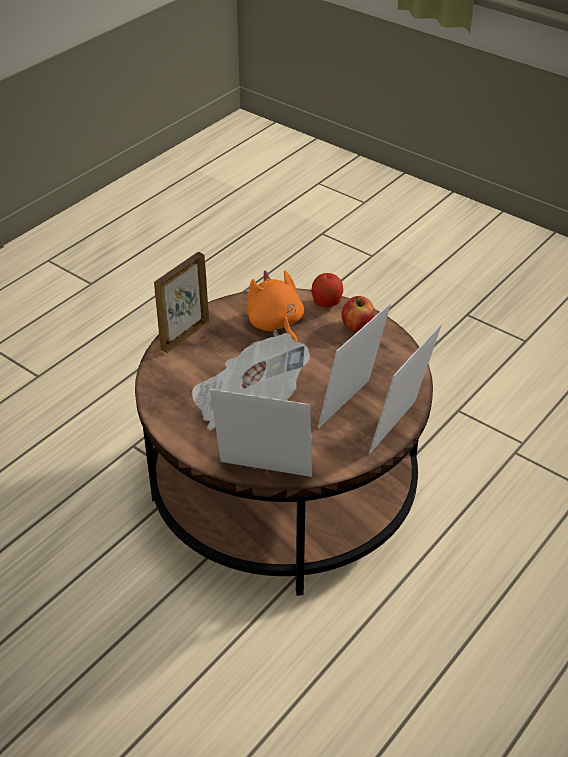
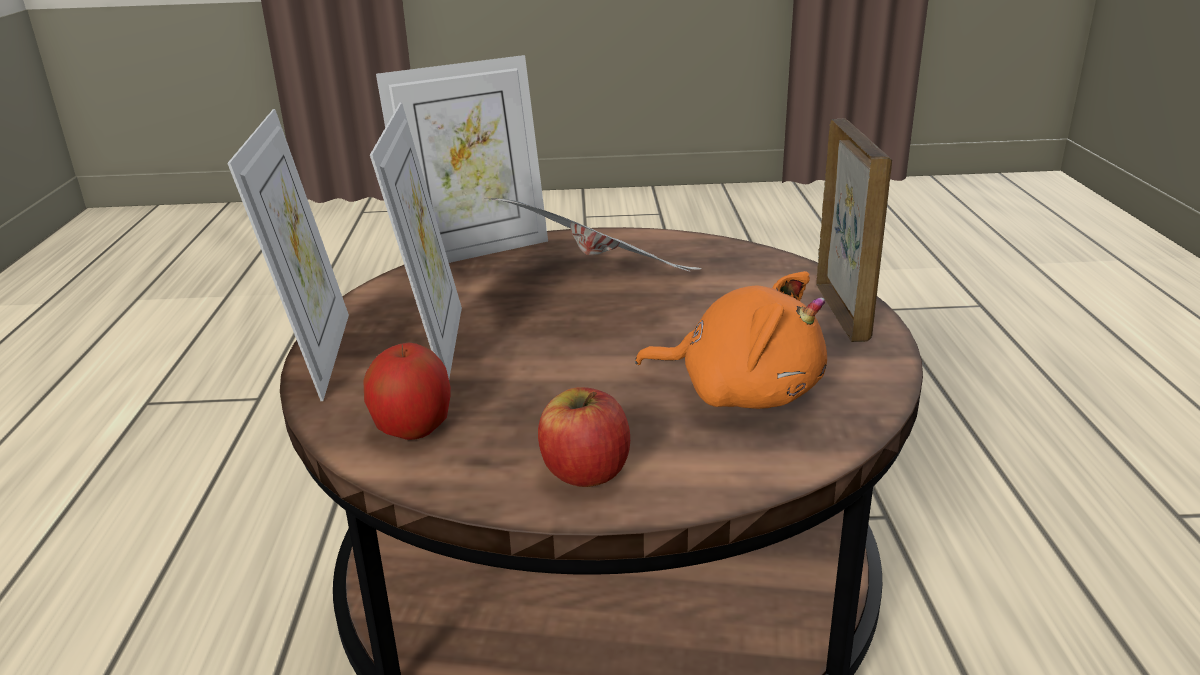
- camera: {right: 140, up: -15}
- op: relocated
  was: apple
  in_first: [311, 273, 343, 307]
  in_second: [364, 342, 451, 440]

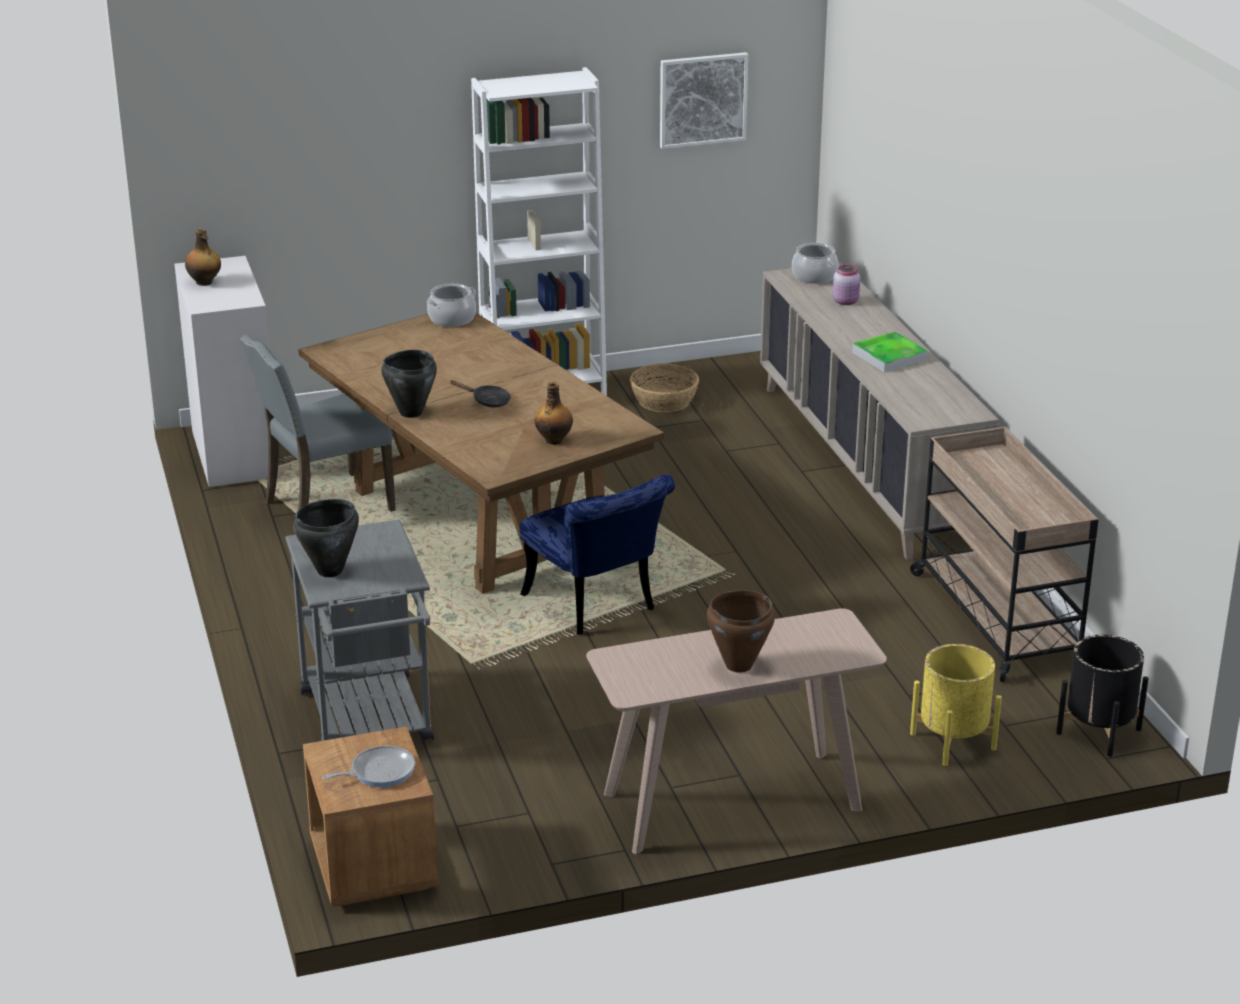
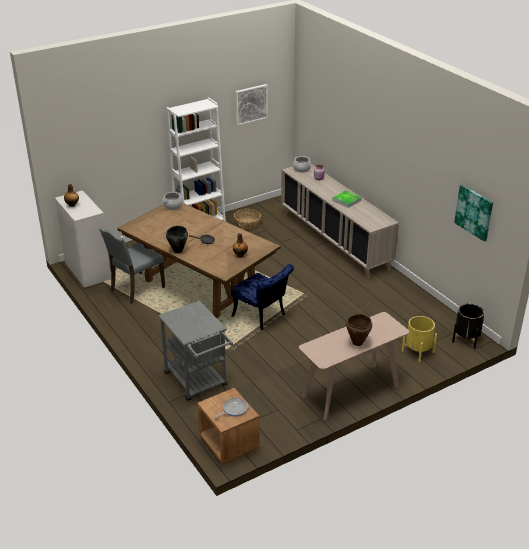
- camera: {right: -15, up: 5}
- op: missing
  was: black_cooking_pot
  in_first: [293, 499, 359, 577]
- op: missing
  was: beige_cart
  in_first: [910, 427, 1099, 682]
- op: appeared
  now: picture
  in_second: [454, 185, 493, 242]

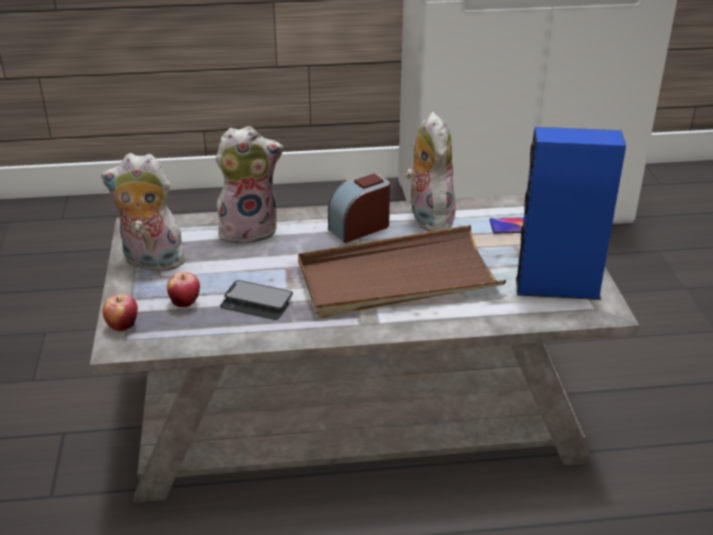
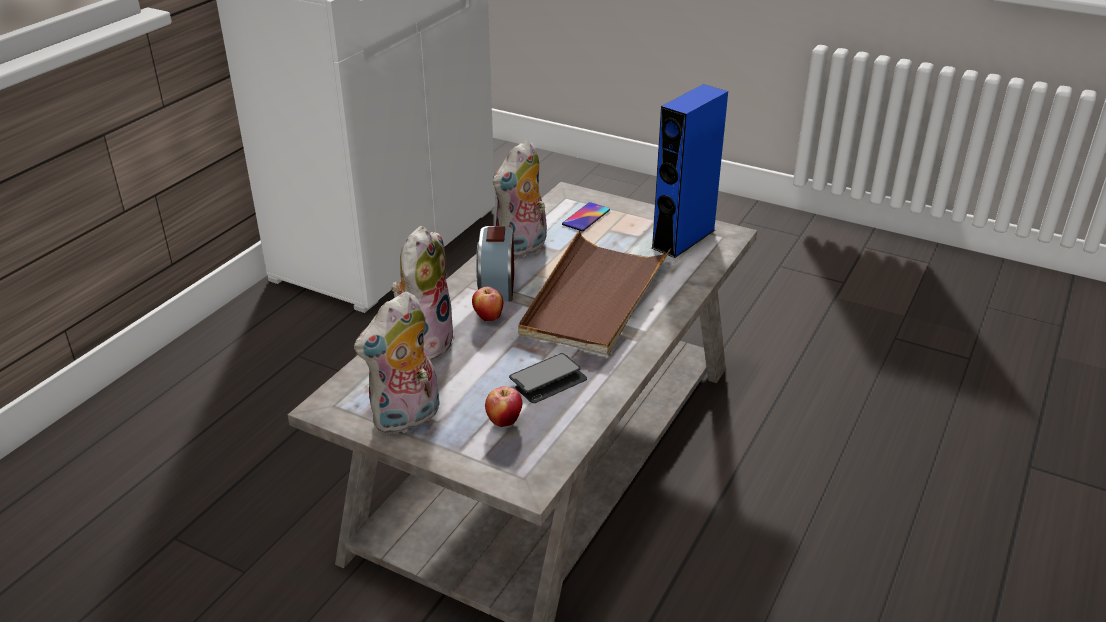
- camera: {right: -55, up: 0}
- op: relocated
  was: apple
  in_first: [103, 294, 138, 331]
  in_second: [472, 287, 503, 322]
- op: spun
  was: plush_toy
  in_first: [405, 112, 456, 231]
  in_second: [493, 140, 547, 258]
  clockwise: -75

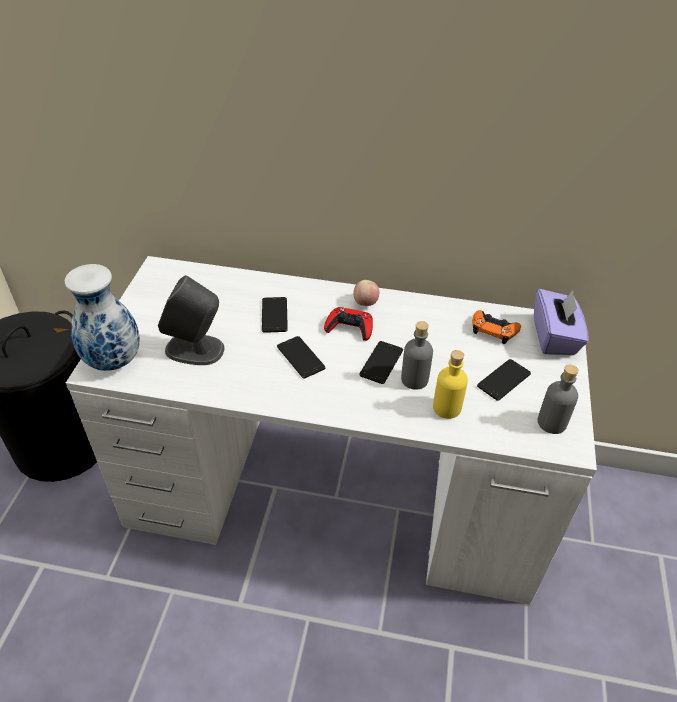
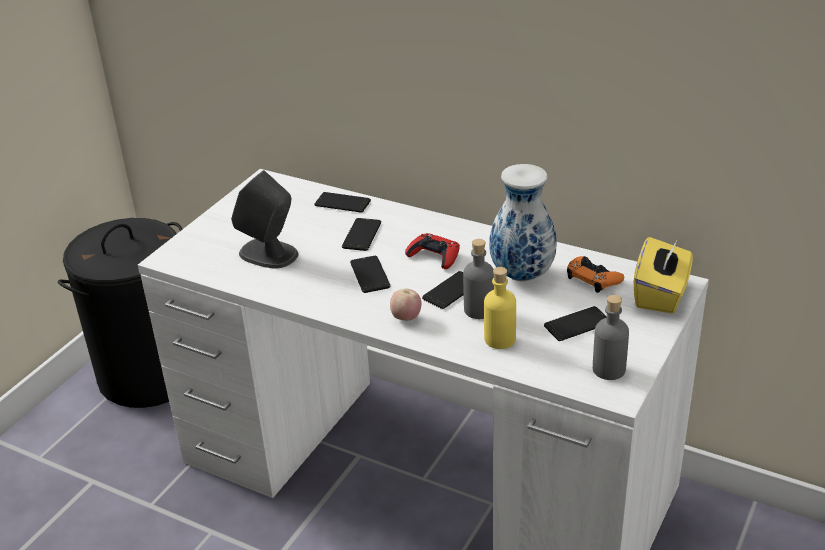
- camera: {right: 20, up: -10}
- op: appeared
  now: phone
  in_second: [314, 192, 371, 213]
- op: relocated
  was: vase
  in_first: [64, 264, 140, 371]
  in_second: [489, 164, 557, 281]
- op: relocated
  was: apple
  in_first: [354, 280, 379, 306]
  in_second: [390, 289, 421, 321]
- op: colour
  was: purple_tissue_box
  now: yellow_tissue_box
  in_first: [534, 289, 589, 355]
  in_second: [634, 237, 693, 314]

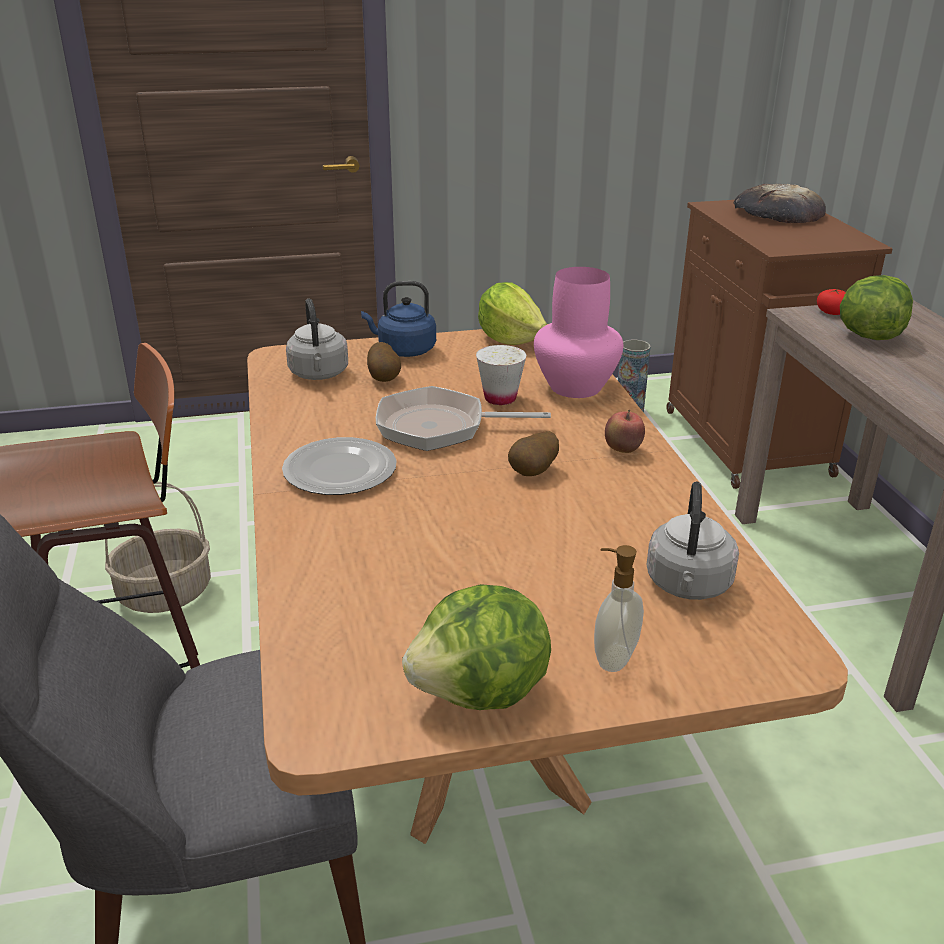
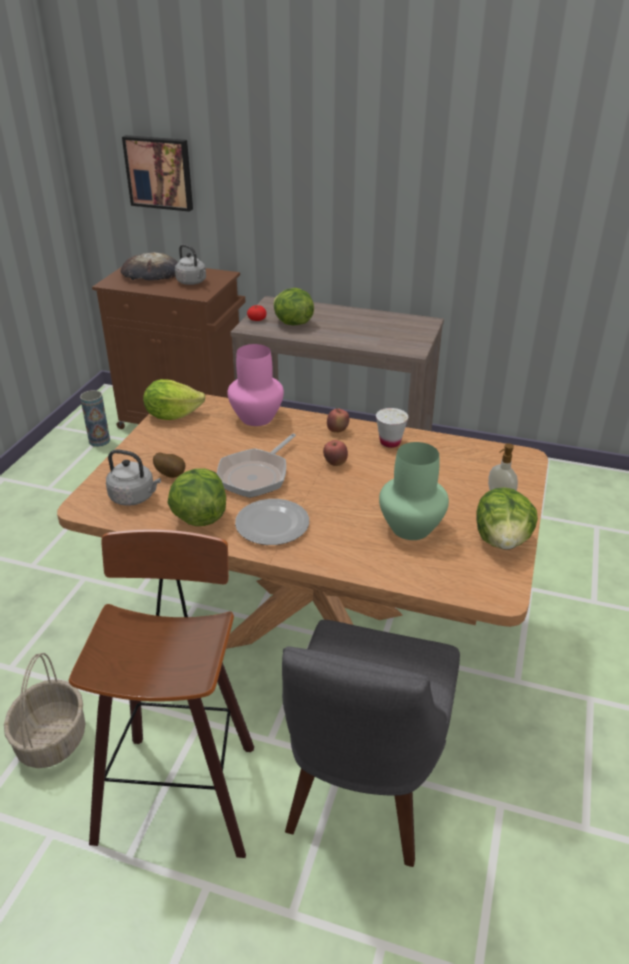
- camera: {right: -60, up: 5}
- op: missing
  was: blue_kettle
  in_first: [361, 281, 436, 357]
- op: appeared
  now: picture
  in_second: [122, 135, 193, 212]
- op: appeared
  now: lettuce
  in_second: [167, 468, 226, 526]
- op: appeared
  now: green_vase
  in_second: [379, 442, 449, 540]
- op: relocated
  was: white_cup
  in_first: [476, 345, 526, 405]
  in_second: [376, 408, 408, 448]
- op: relocated
  was: grey_kettle
  in_first: [647, 482, 739, 600]
  in_second: [175, 244, 206, 285]
- op: exchanged
  was: potato
  now: apple
  in_first: [508, 431, 559, 476]
  in_second: [323, 440, 348, 466]

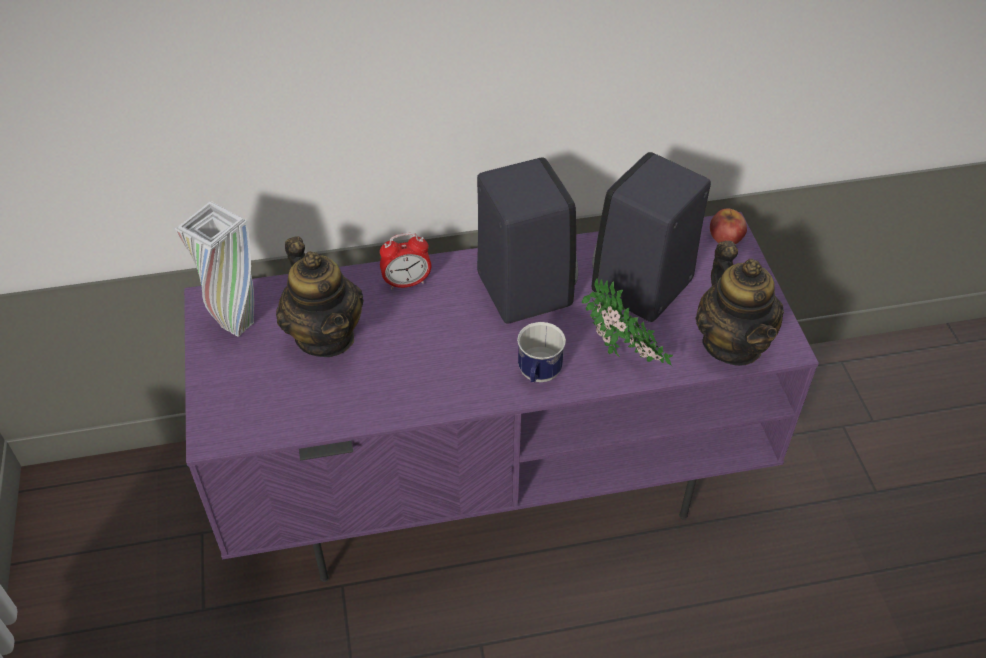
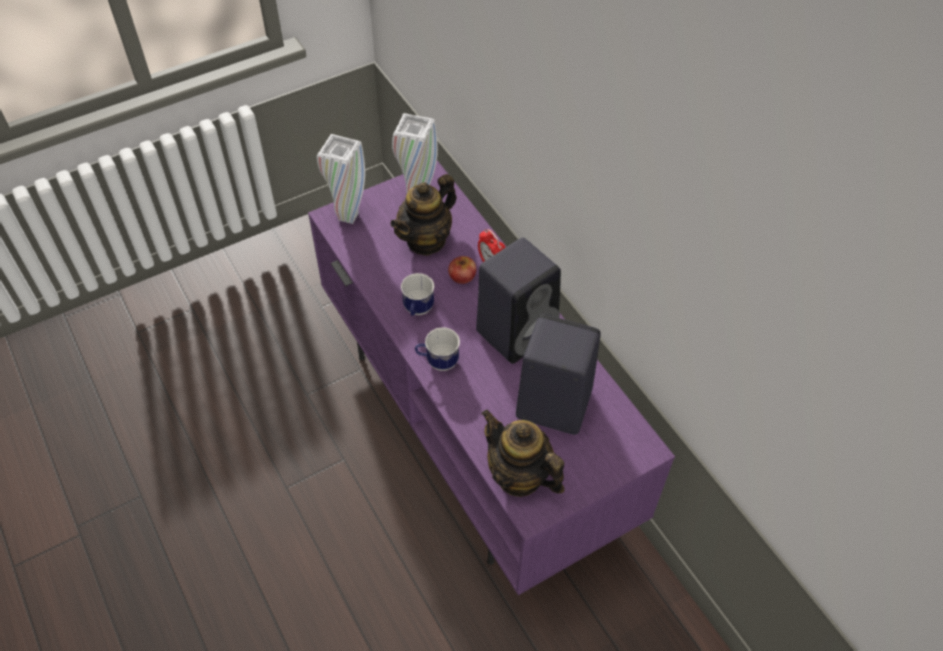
- camera: {right: 70, up: 5}
- op: missing
  was: potted_plant
  in_first: [582, 278, 673, 366]
- op: appeared
  now: white_vase
  in_second: [317, 134, 365, 224]
- op: appeared
  now: mug
  in_second: [401, 273, 434, 316]
- op: relocated
  was: apple
  in_first: [710, 208, 747, 244]
  in_second: [448, 256, 476, 284]
- op: spun
  was: teapot
  in_first: [696, 241, 784, 366]
  in_second: [481, 409, 565, 497]
  clockwise: 75

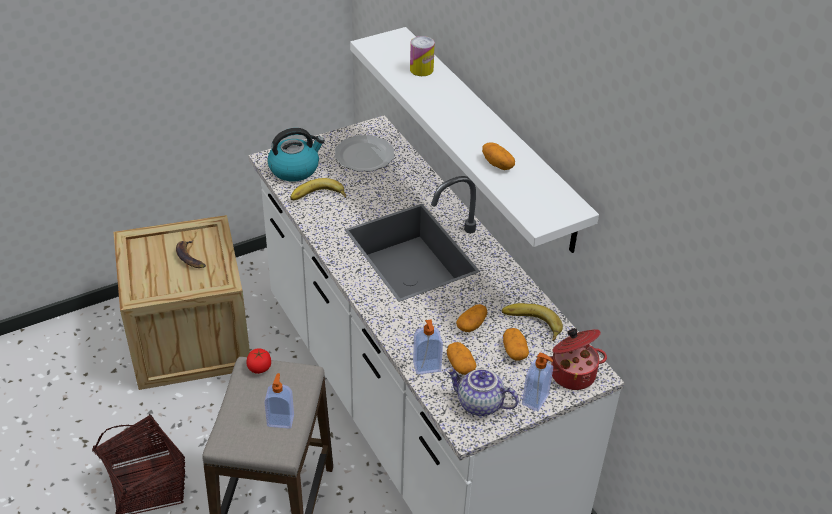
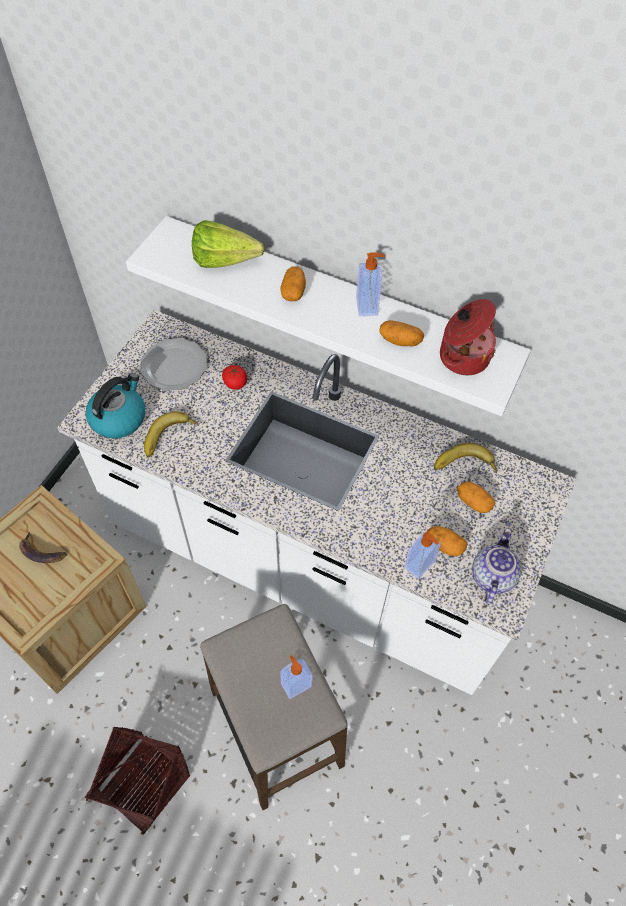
- camera: {right: -35, up: 15}
- op: relocated
  was: tomato
  in_first: [246, 348, 271, 374]
  in_second: [222, 365, 247, 390]
- op: relocated
  was: potato
  in_first: [456, 304, 487, 332]
  in_second: [281, 266, 306, 301]
- op: relocated
  was: soap_dispenser
  in_first: [522, 353, 553, 412]
  in_second: [356, 252, 385, 316]
- op: relocated
  was: cooking_pot
  in_first: [546, 328, 607, 390]
  in_second: [440, 299, 496, 375]
- op: exchanged
  was: can
  now: lettuce
  in_first: [410, 36, 435, 76]
  in_second: [192, 220, 264, 268]
- op: spun
  was: teapot
  in_first: [446, 367, 519, 416]
  in_second: [472, 528, 521, 604]
  clockwise: 120

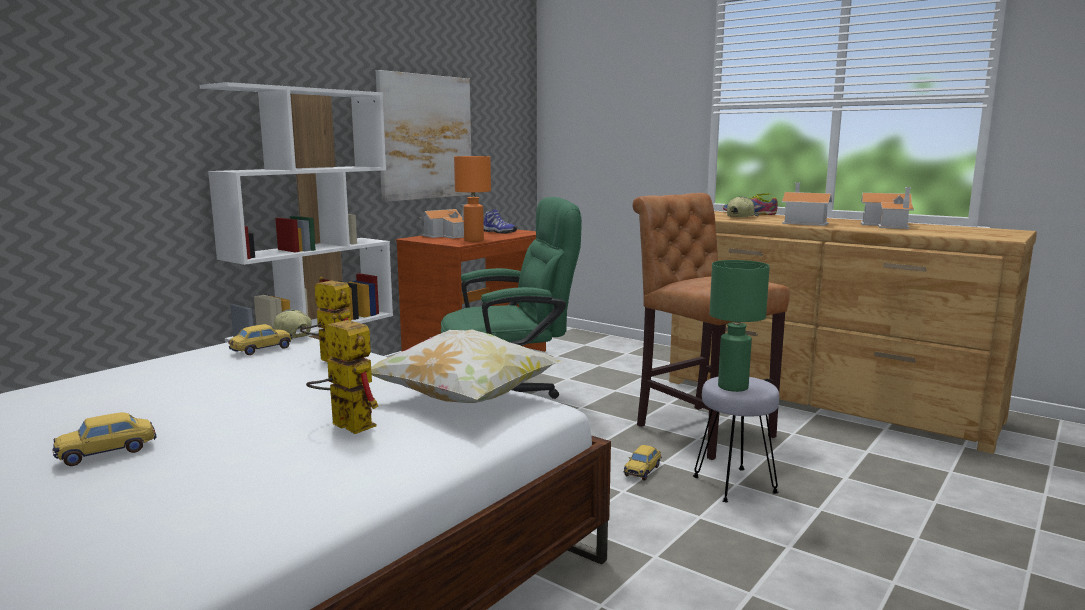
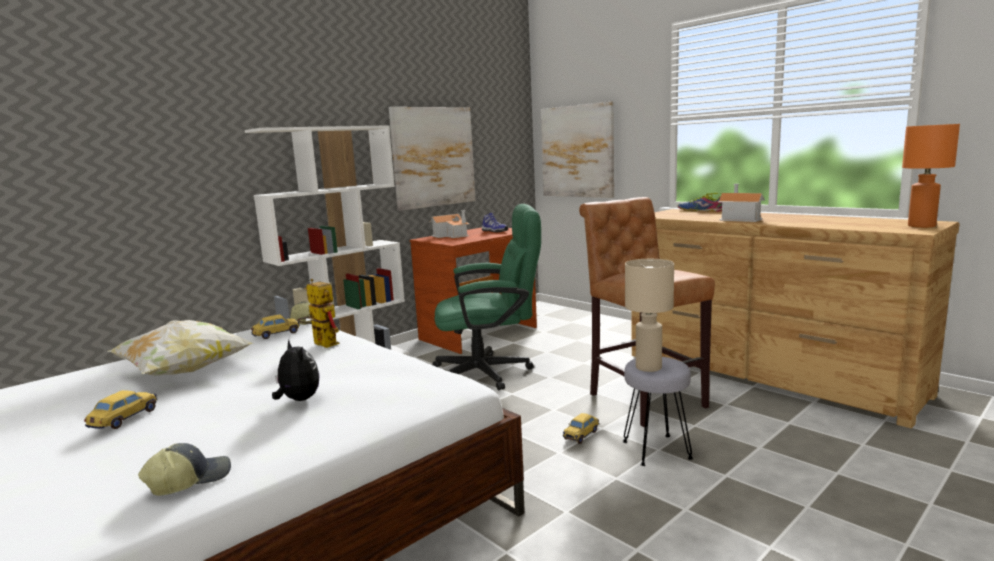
- camera: {right: 10, up: 0}
- op: missing
  was: toy_house
  in_first: [861, 187, 914, 229]
- op: appeared
  now: picture
  in_second: [541, 101, 614, 198]
- op: relocated
  was: pillow
  in_first: [371, 329, 561, 403]
  in_second: [107, 320, 253, 375]
- op: relocated
  was: orange_table_lamp
  in_first: [454, 156, 491, 242]
  in_second: [902, 124, 960, 228]
- op: relocated
  was: cap
  in_first: [727, 196, 759, 217]
  in_second: [138, 443, 231, 496]
- op: exchanged
  was: toy_robot
  now: plush_toy
  in_first: [306, 315, 378, 434]
  in_second: [272, 340, 319, 401]
- op: colour
  was: green_table_lamp
  now: beige_table_lamp
  in_first: [710, 260, 770, 392]
  in_second: [625, 259, 674, 372]
- op: spun
  was: toy_car
  in_first: [52, 412, 156, 466]
  in_second: [84, 390, 158, 429]
  clockwise: 135

